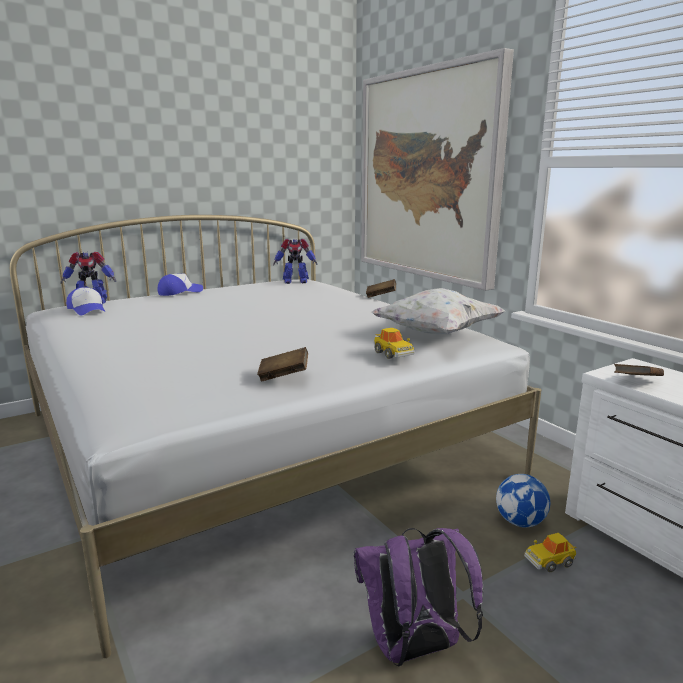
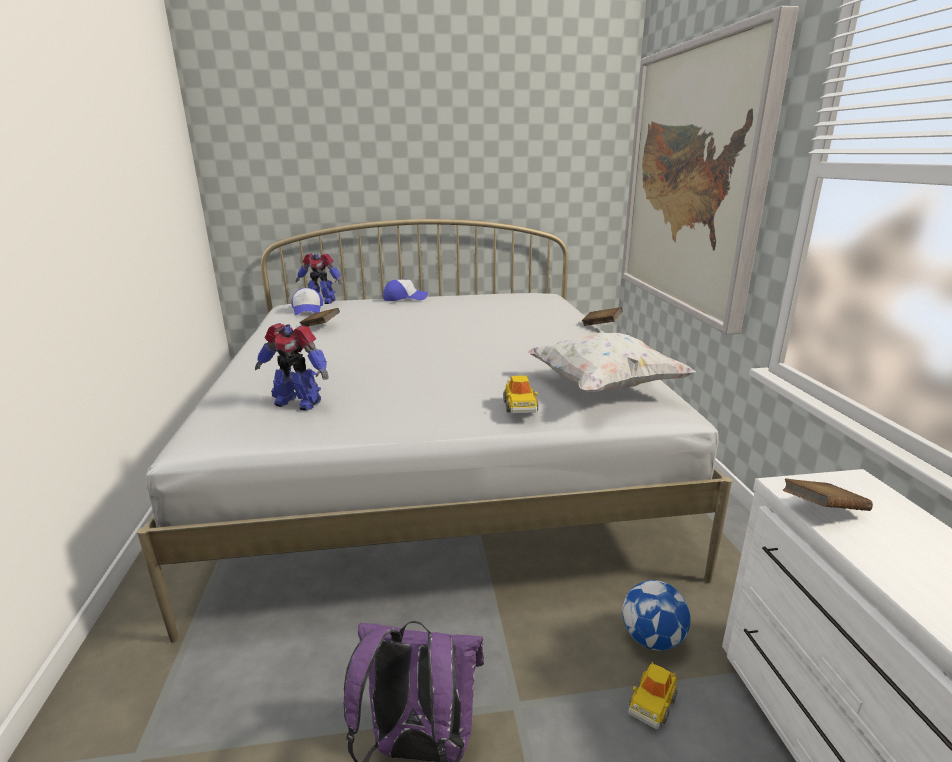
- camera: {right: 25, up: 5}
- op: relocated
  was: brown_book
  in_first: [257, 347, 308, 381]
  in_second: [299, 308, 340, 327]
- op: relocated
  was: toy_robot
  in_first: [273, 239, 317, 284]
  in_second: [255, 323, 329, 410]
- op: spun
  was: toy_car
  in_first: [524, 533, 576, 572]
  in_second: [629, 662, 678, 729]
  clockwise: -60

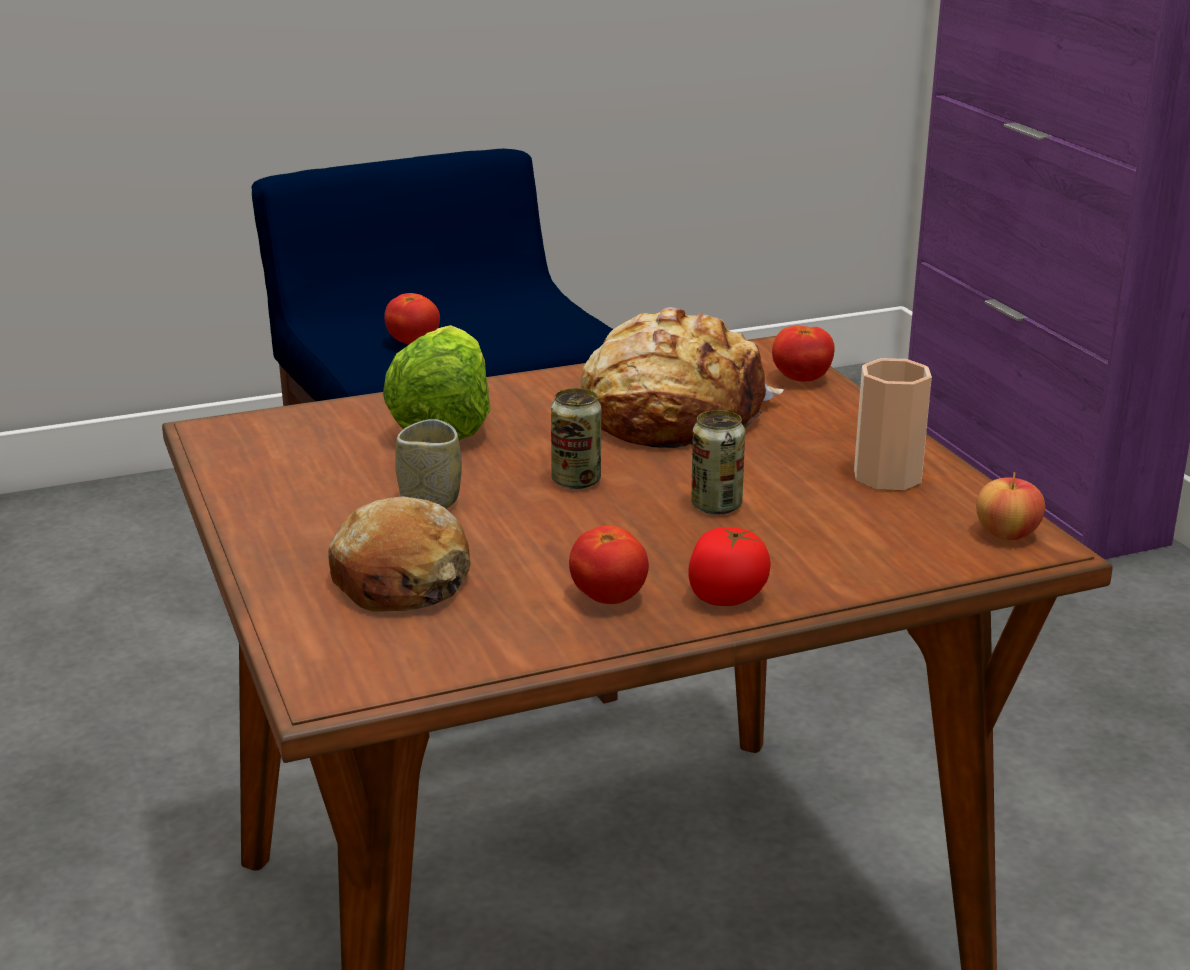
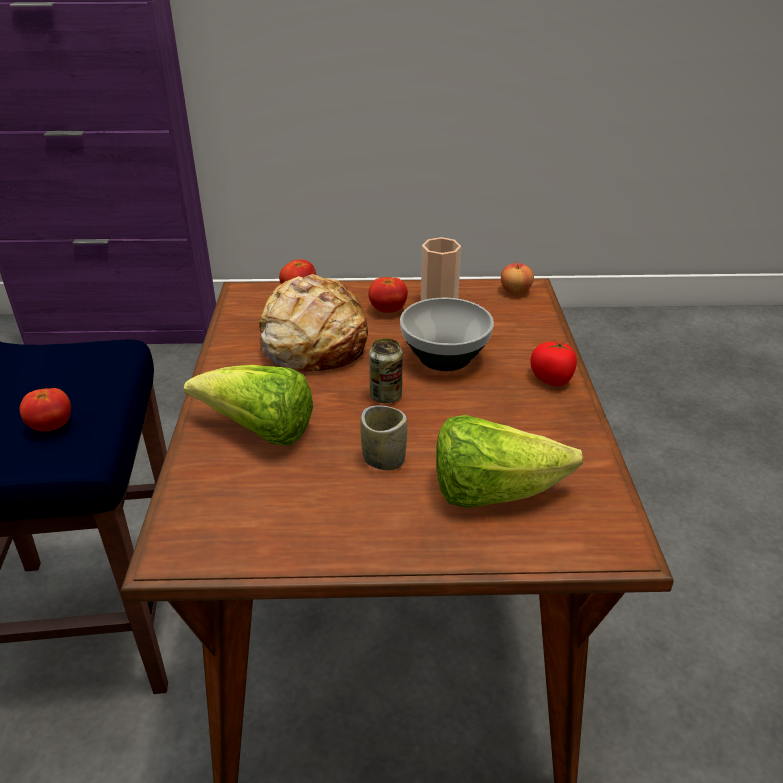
- camera: {right: -70, up: 10}
- op: relocated
  was: tomato
  in_first: [569, 526, 649, 604]
  in_second: [368, 277, 408, 313]
- op: exchanged
  was: bread
  now: lettuce
  in_first: [328, 496, 471, 612]
  in_second: [436, 415, 583, 508]
- op: exchanged
  was: can
  now: bowl
  in_first: [691, 410, 745, 514]
  in_second: [400, 298, 494, 371]

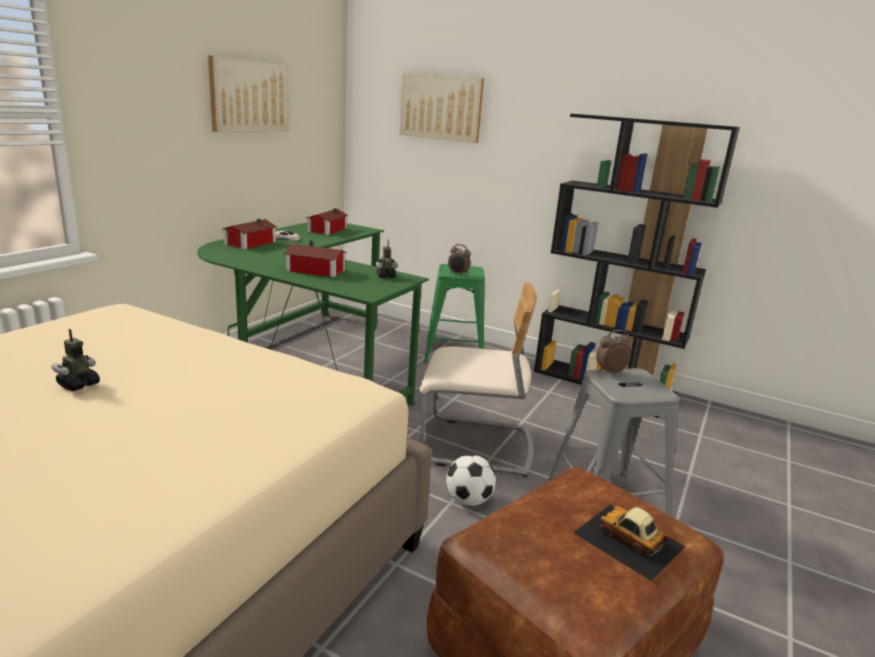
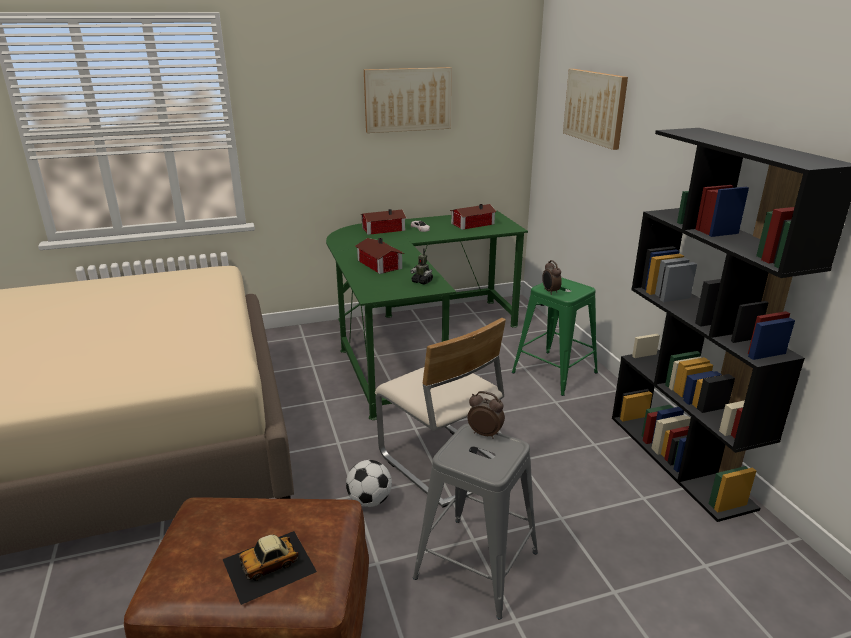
- camera: {right: 45, up: 5}
- op: missing
  was: toy_robot
  in_first: [51, 329, 100, 391]
- op: spun
  was: toy_car
  in_first: [573, 505, 686, 581]
  in_second: [223, 531, 317, 605]
  clockwise: -120

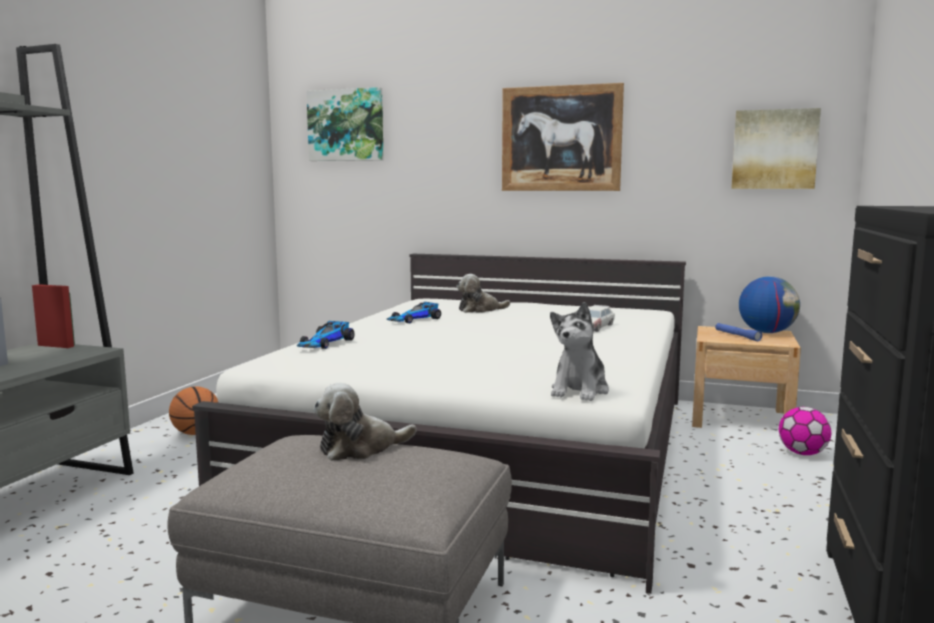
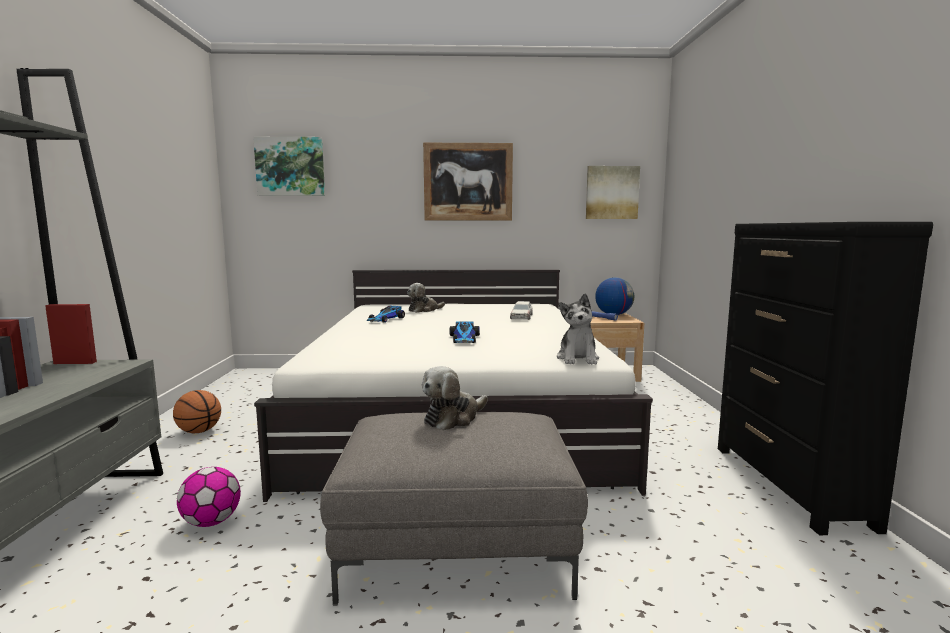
- camera: {right: -20, up: 0}
- op: relocated
  was: toy_car
  in_first: [297, 321, 355, 349]
  in_second: [450, 321, 480, 343]
- op: relocated
  was: football
  in_first: [779, 407, 831, 455]
  in_second: [177, 467, 241, 527]

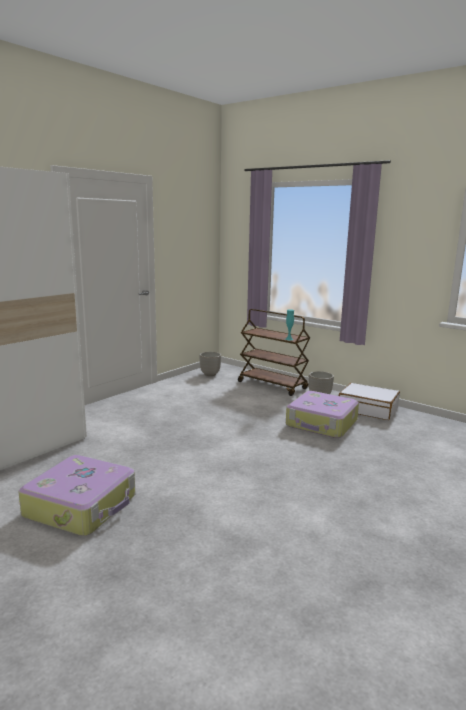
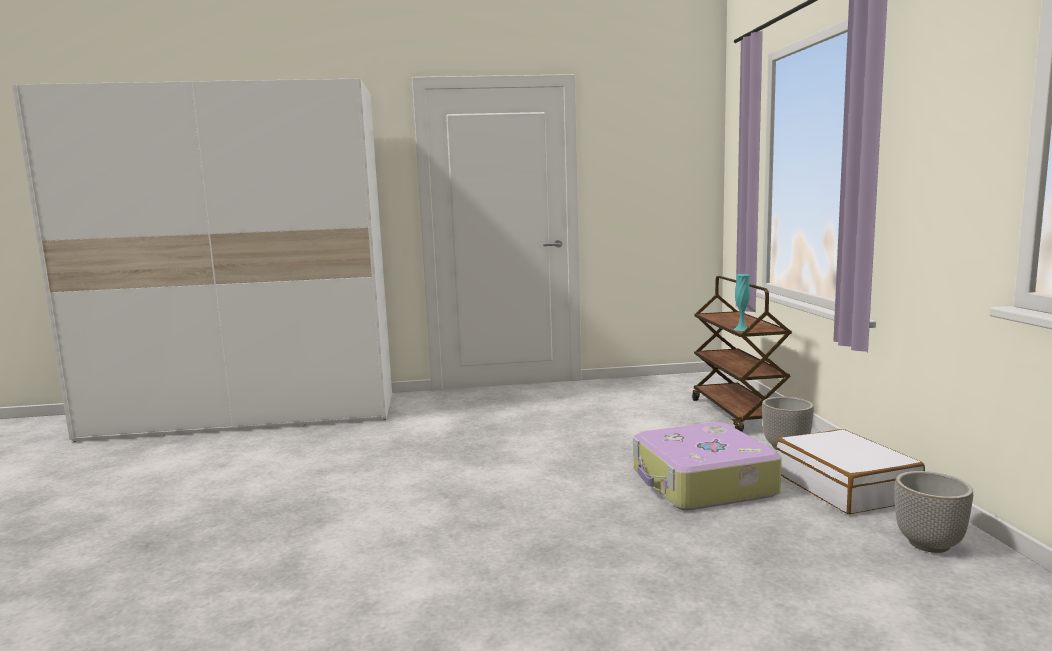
- camera: {right: 45, up: -5}
- op: missing
  was: suitcase
  in_first: [18, 455, 135, 536]
- op: relocated
  was: planter
  in_first: [199, 352, 221, 376]
  in_second: [895, 471, 973, 553]

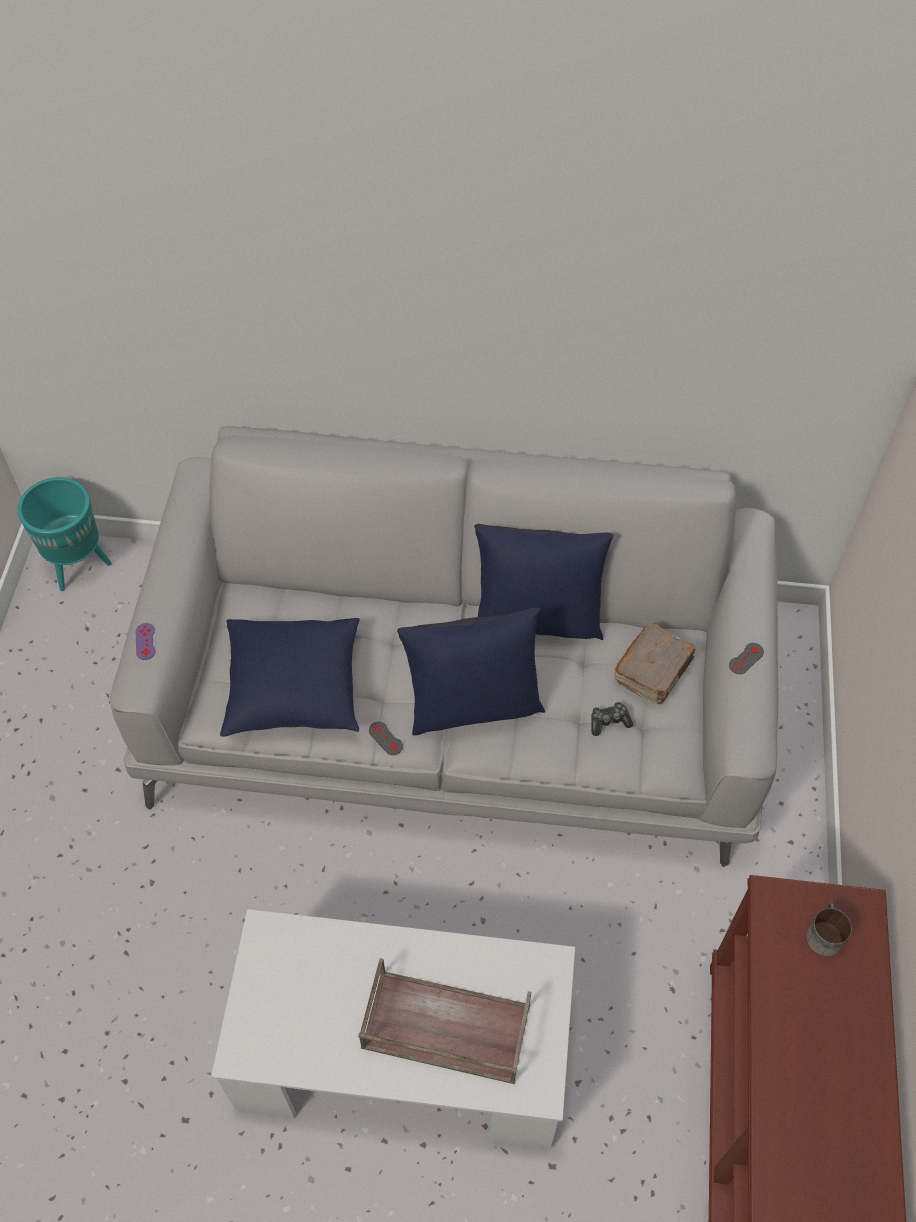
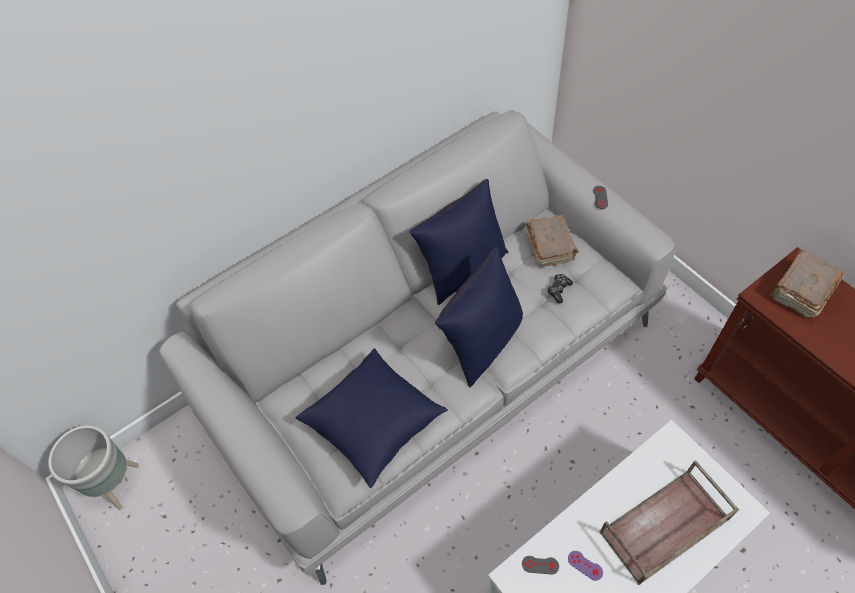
- camera: {right: -40, up: 0}
- op: relocated
  was: purple_game_controller
  in_first: [136, 623, 156, 660]
  in_second: [568, 551, 603, 581]
- op: relocated
  was: grey_game_controller
  in_first: [369, 721, 403, 755]
  in_second: [522, 556, 559, 574]
- op: exchanged
  was: mug
  now: brown_book
  in_first: [806, 902, 852, 956]
  in_second: [769, 250, 844, 318]
- op: colour
  was: turquoise_planter
  now: grey_planter
  in_first: [18, 477, 112, 591]
  in_second: [48, 425, 139, 510]

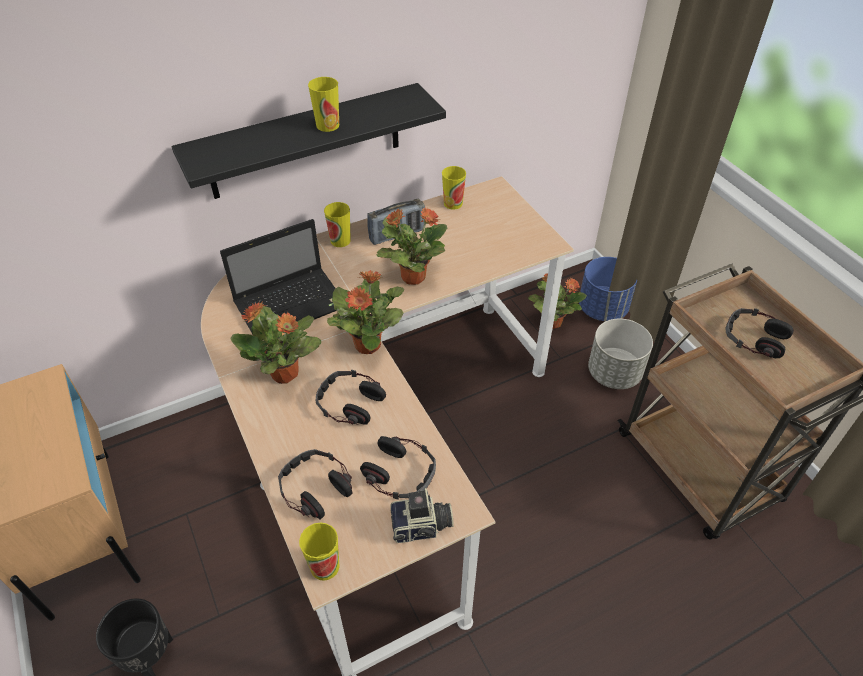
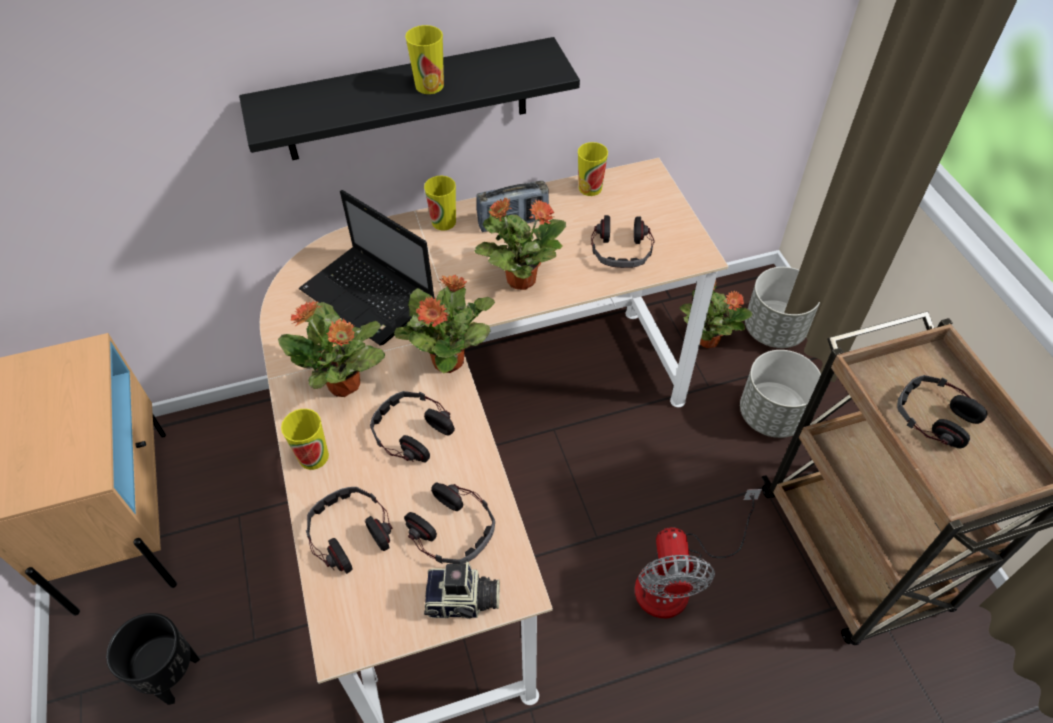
- camera: {right: 10, up: 5}
- op: appeared
  now: headphones
  in_second: [591, 215, 655, 268]
- op: appeared
  now: fan
  in_second: [634, 489, 762, 618]
- op: relocated
  was: cup
  in_first: [299, 523, 340, 581]
  in_second: [281, 409, 329, 470]
- op: colour
  was: blue_planter
  now: grey_planter
  in_first: [579, 257, 637, 321]
  in_second: [745, 267, 820, 348]
- op: spun
  was: laptop
  in_first: [220, 219, 337, 340]
  in_second: [299, 190, 435, 345]
  clockwise: 60

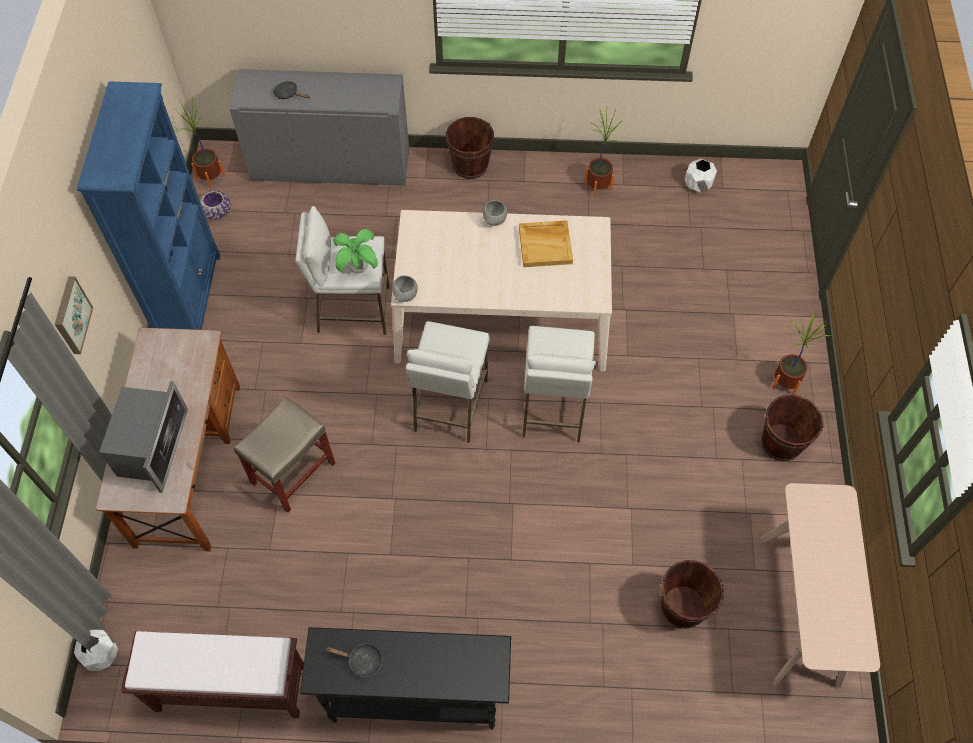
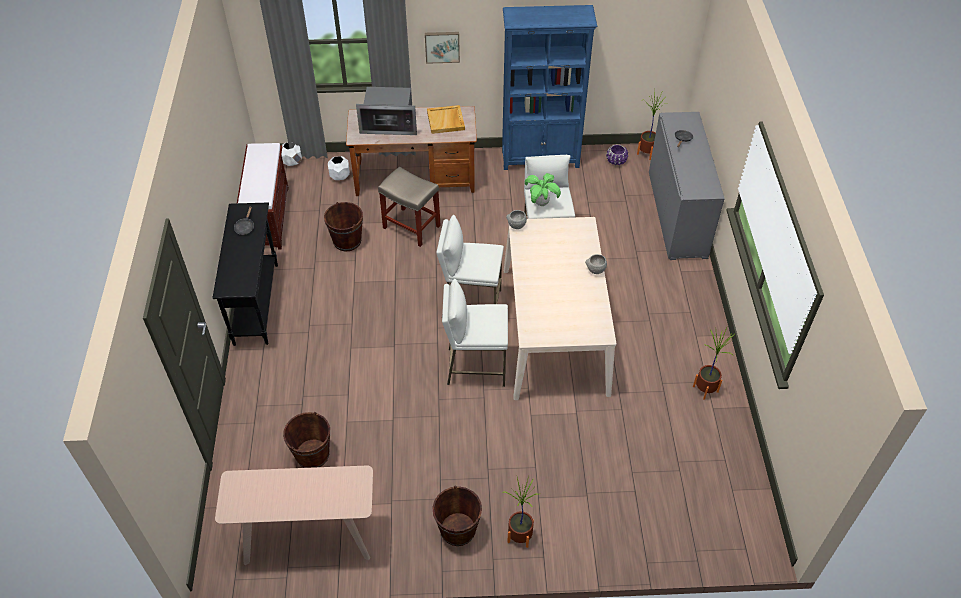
- camera: {right: 85, up: -10}
- op: relocated
  was: brown_bucket
  in_first: [446, 117, 494, 179]
  in_second: [324, 202, 363, 251]
- op: relocated
  was: beige_tray
  in_first: [519, 220, 573, 267]
  in_second: [427, 105, 465, 134]
- op: relocated
  was: white_planter
  in_first: [685, 158, 717, 192]
  in_second: [328, 156, 350, 180]

